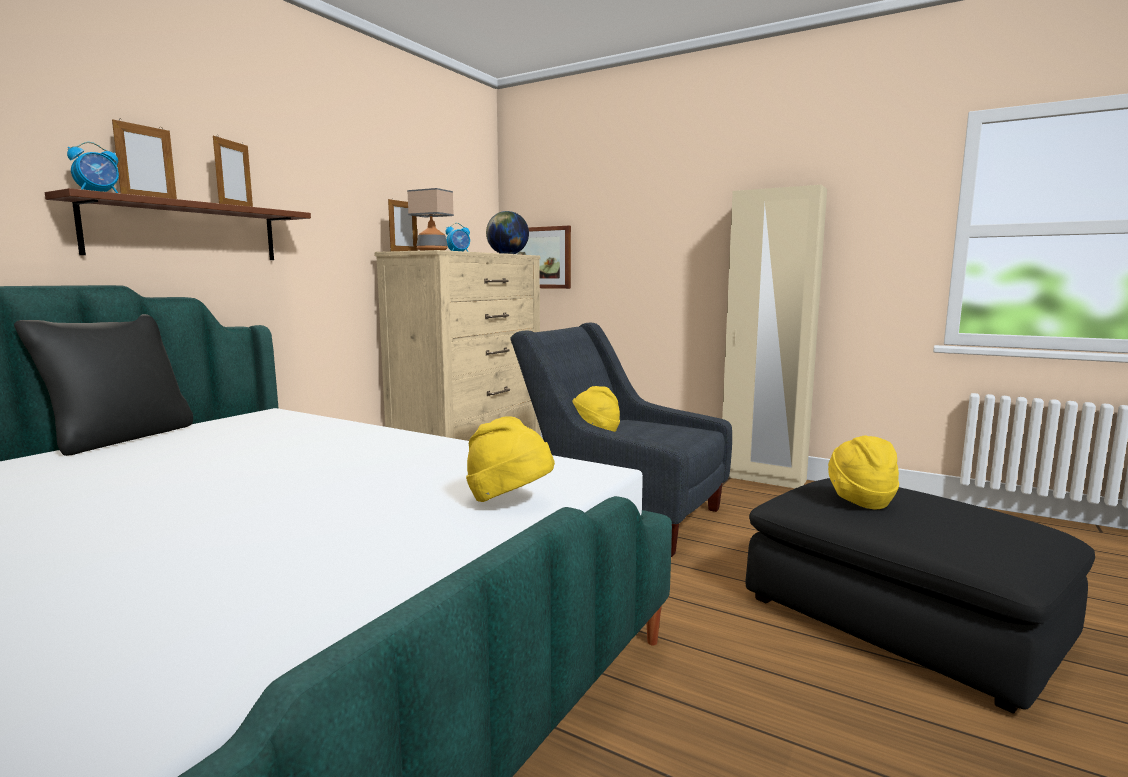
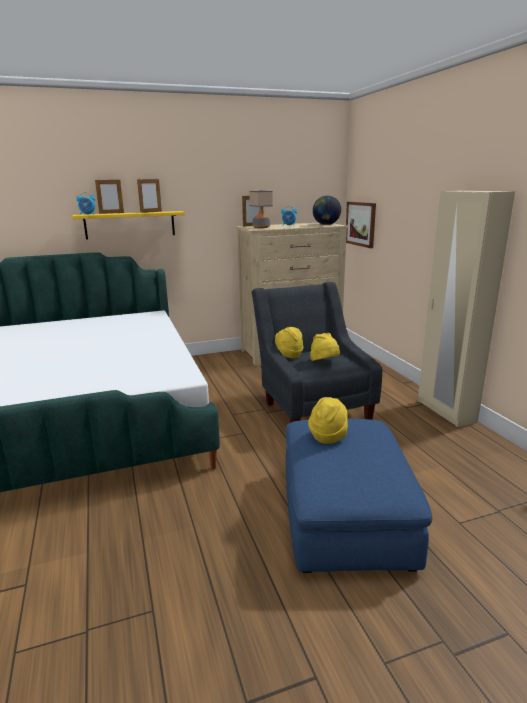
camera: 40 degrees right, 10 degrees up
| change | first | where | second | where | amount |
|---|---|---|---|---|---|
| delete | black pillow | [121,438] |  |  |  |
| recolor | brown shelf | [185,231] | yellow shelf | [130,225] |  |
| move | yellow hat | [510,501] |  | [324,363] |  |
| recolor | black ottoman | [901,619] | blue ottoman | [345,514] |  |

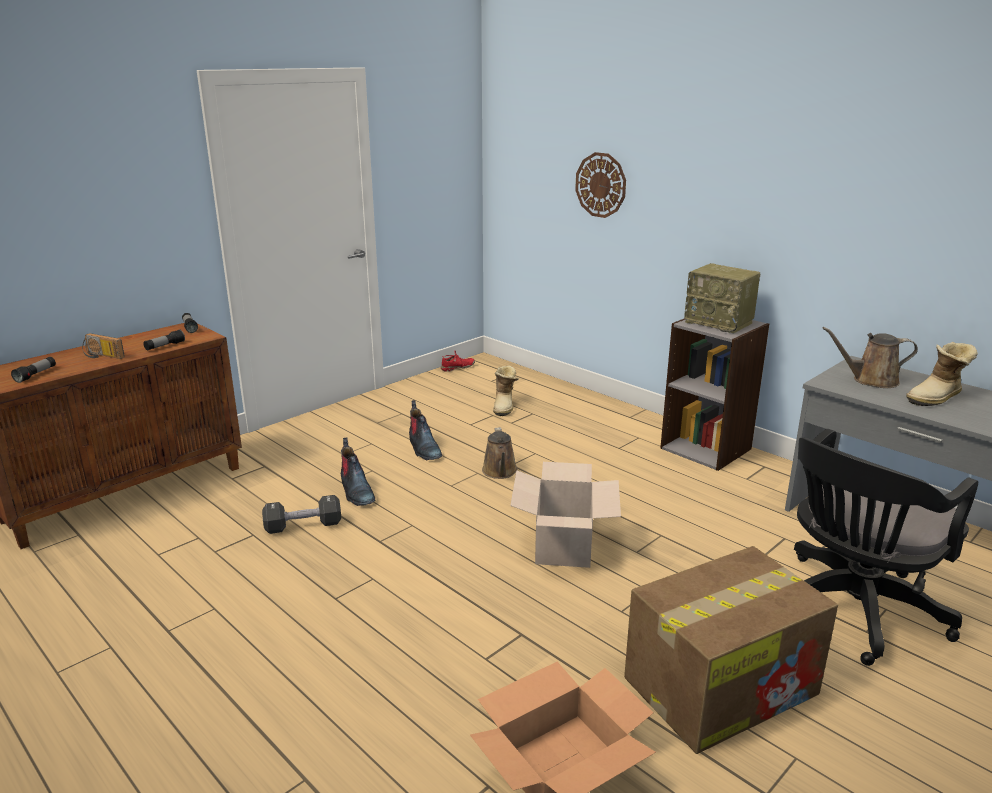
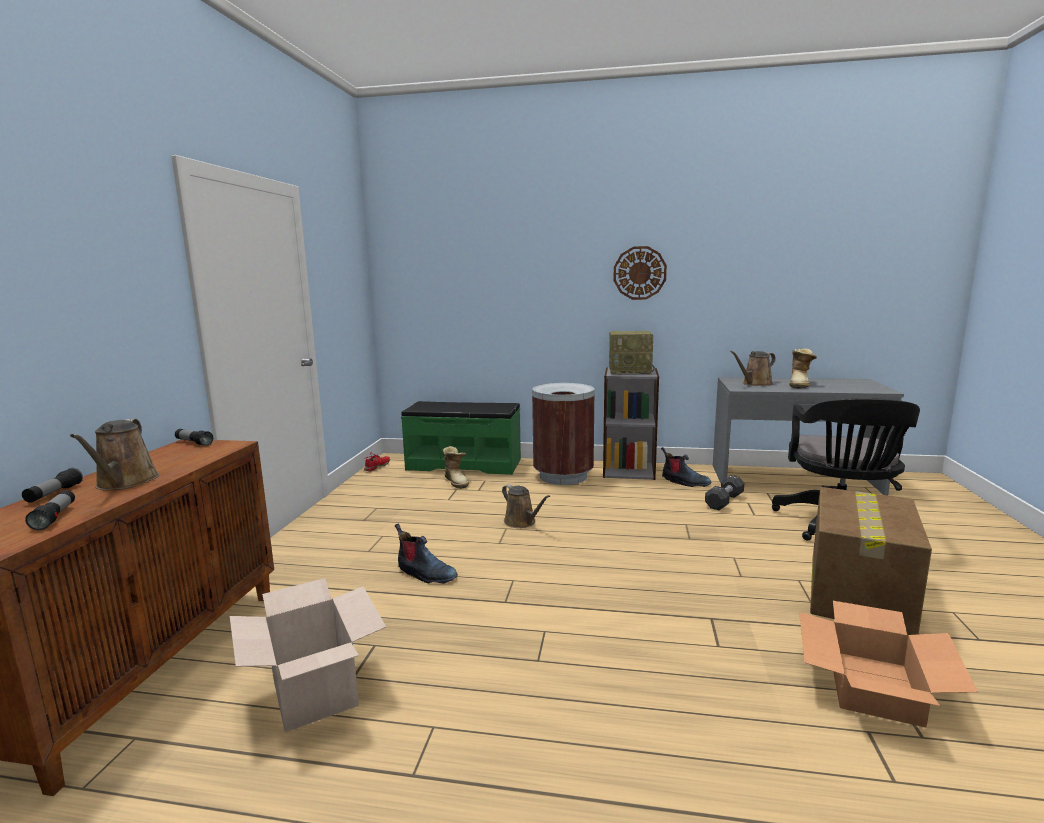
camera: 35 degrees left, 10 degrees down
| change | first | where | second | where | amount |
|---|---|---|---|---|---|
| replace | radio | [101,356] | brown watering can | [125,483] |  |
| move | flashlight | [165,346] |  | [54,494] |  |
| move | black dumbbell | [303,526] |  | [724,501] |  |
| move | boot | [423,449] |  | [684,482] |  |
| move | cardboard box | [562,545] |  | [313,691] |  |
| move | wall clock | [601,185] |  | [639,273] |  |
| insert |  |  | green bench | [464,464] |  |
| insert |  |  | brown trash can | [563,476] |  |

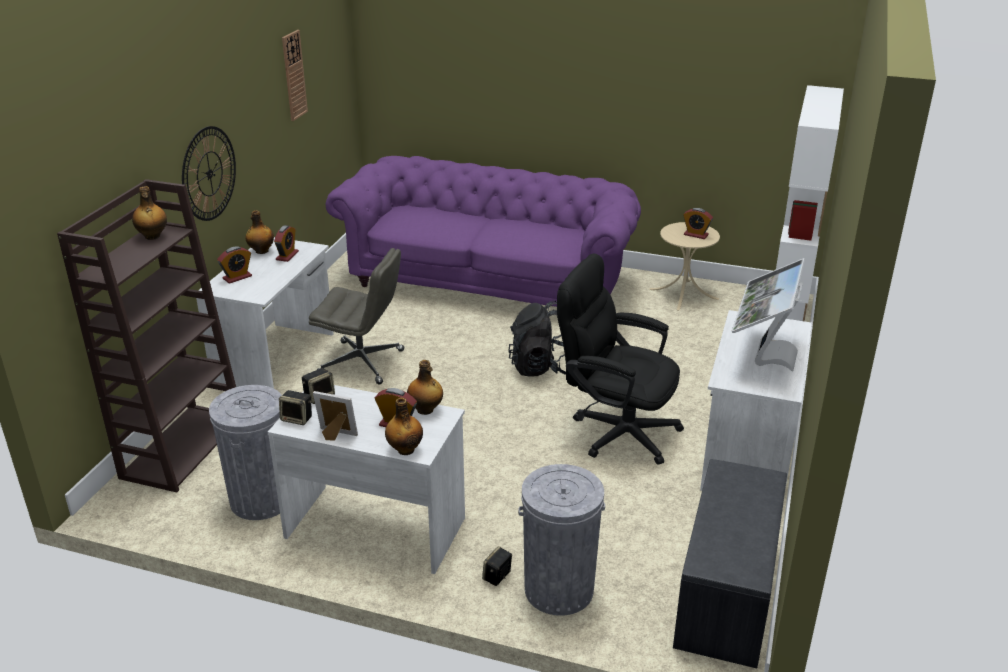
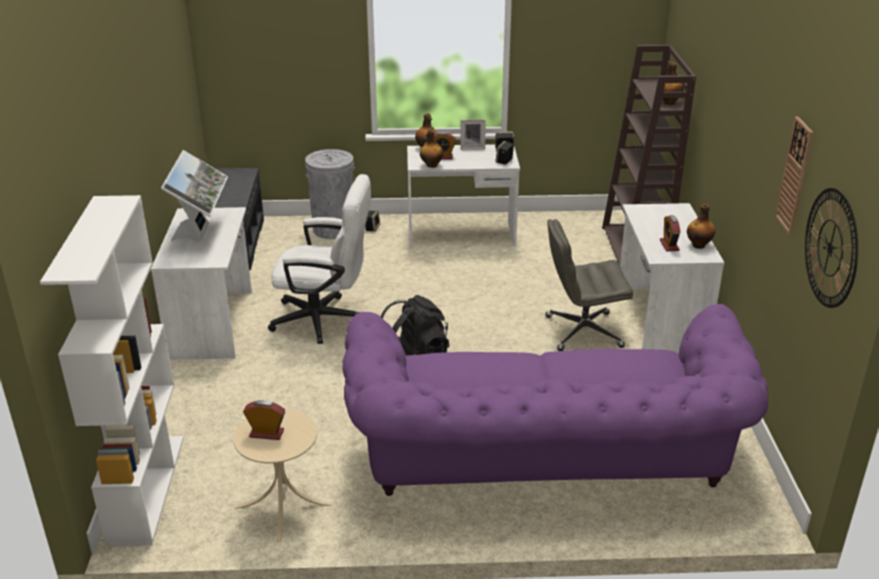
camera: 160 degrees right, 0 degrees up
| change | first | where | second | where | amount |
|---|---|---|---|---|---|
| move | wall clock | [209,173] |  | [830,248] |  |
| delete | grey trash can | [261,499] |  |  |  |
| delete | alarm clock | [237,277] |  |  |  |
| recolor | black office chair | [615,430] | white office chair | [325,320] |  |

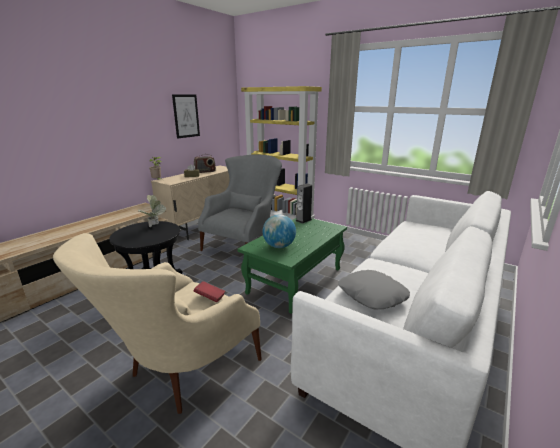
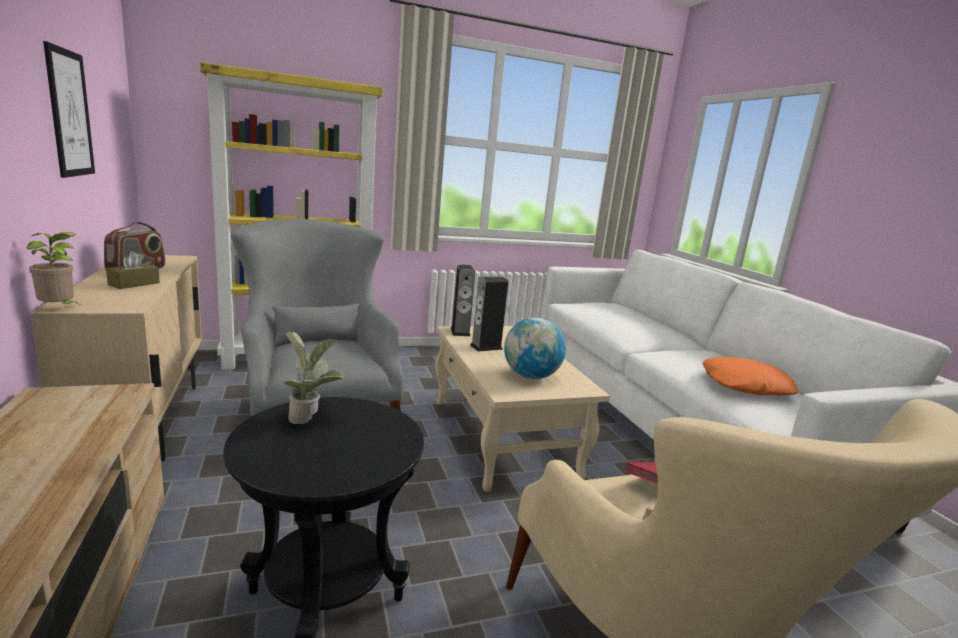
camera: 55 degrees left, 5 degrees down
| change | first | where | second | where | amount |
|---|---|---|---|---|---|
| recolor | green coffee table | [295,281] | beige coffee table | [503,437] |  |
| recolor | grey pillow | [371,295] | orange pillow | [745,385] |  |
| insert |  |  | speaker | [486,347] |  |

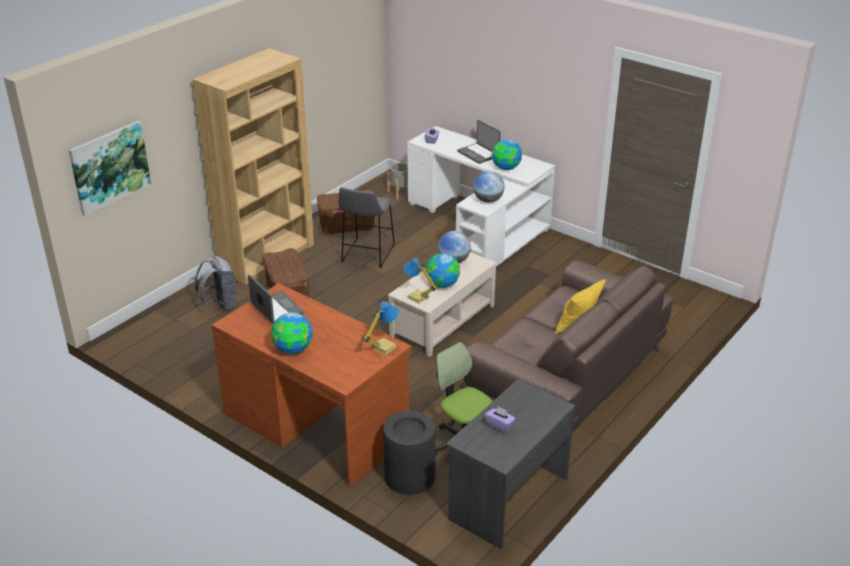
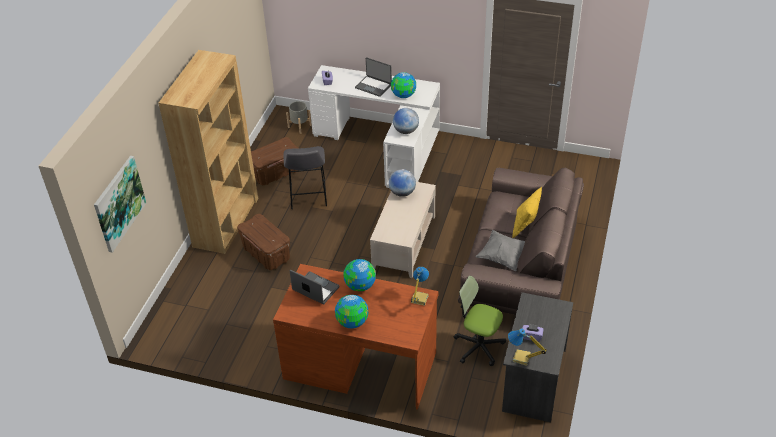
camera: 20 degrees left, 10 degrees up
| change | first | where | second | where | amount |
|---|---|---|---|---|---|
| delete | grey backpack | [220,305] |  |  |  |
| delete | black trash can | [409,476] |  |  |  |
| move | table lamp | [417,298] |  | [521,358] |  |
| move | globe | [442,284] |  | [360,286] |  |
| insert |  |  | grey pillow | [503,257] |  |

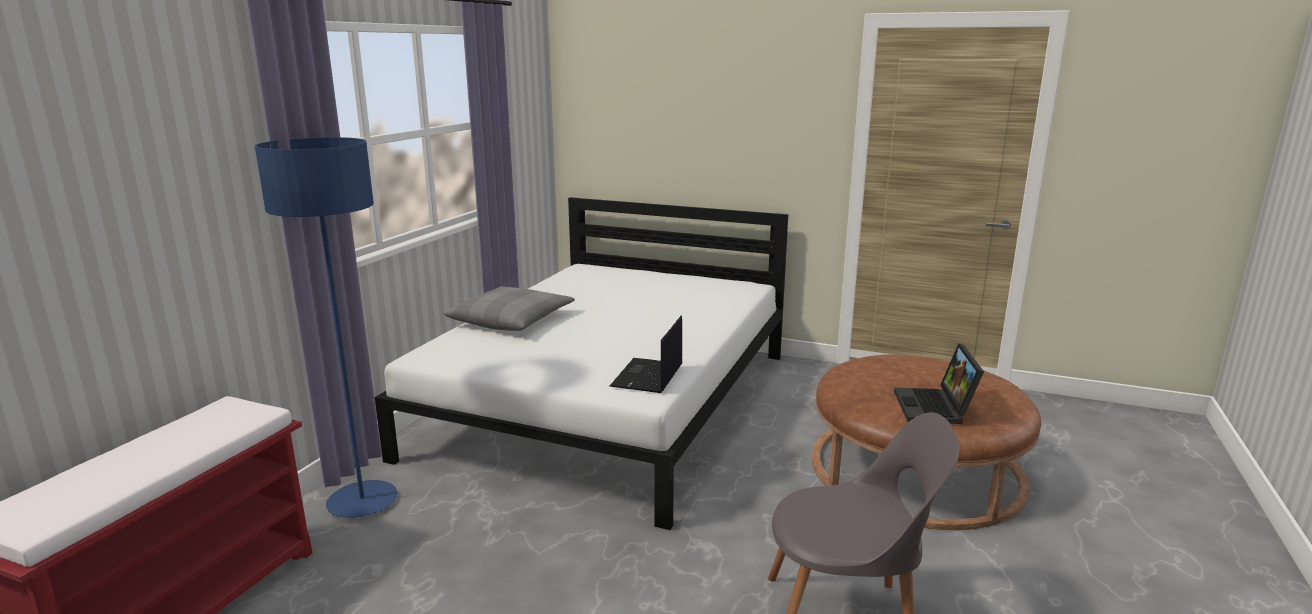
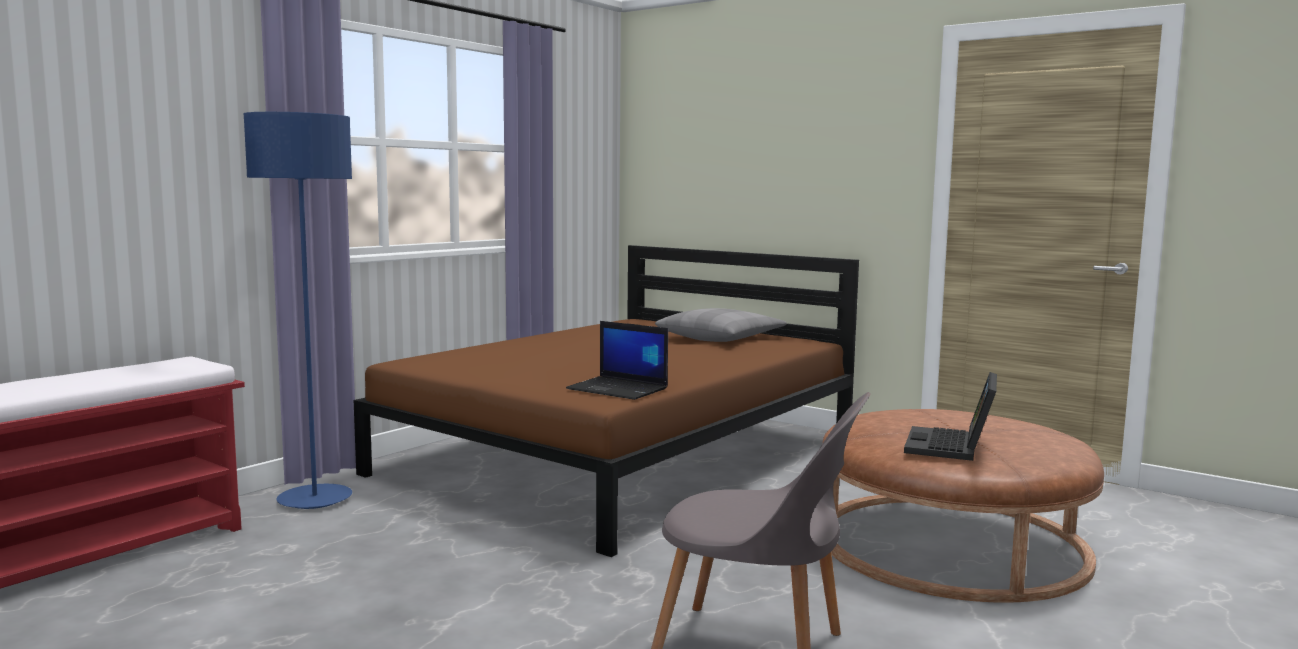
camera: 15 degrees right, 10 degrees down
| change | first | where | second | where | amount |
|---|---|---|---|---|---|
| recolor | white bed | [611,402] | brown bed | [624,454] |  |
| move | grey pillow | [511,320] |  | [720,338] |  |
| rotate | laptop | [648,376] |  | [619,389] | 90 degrees counterclockwise |

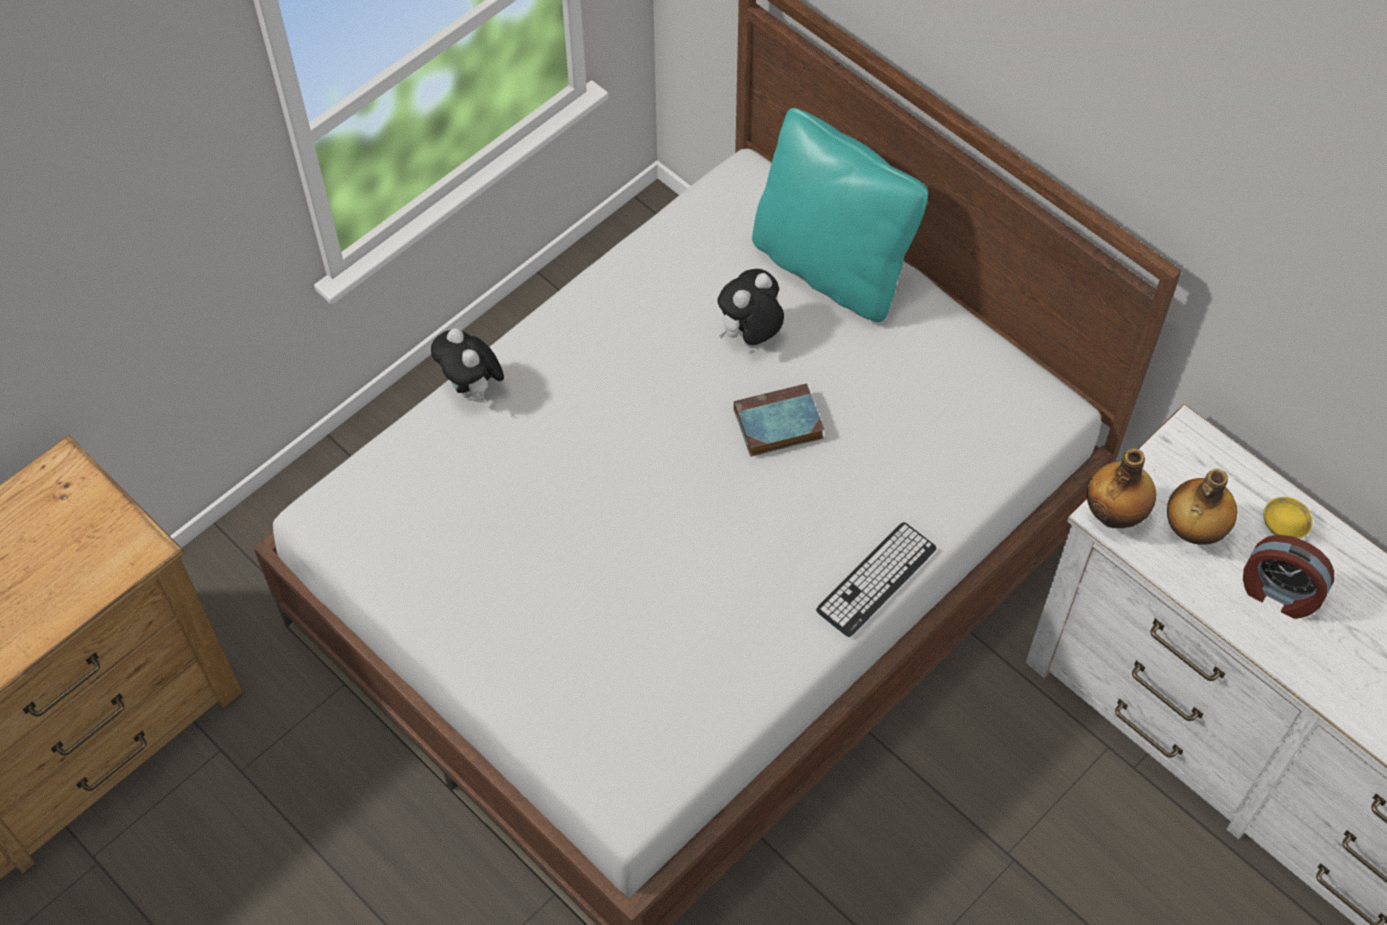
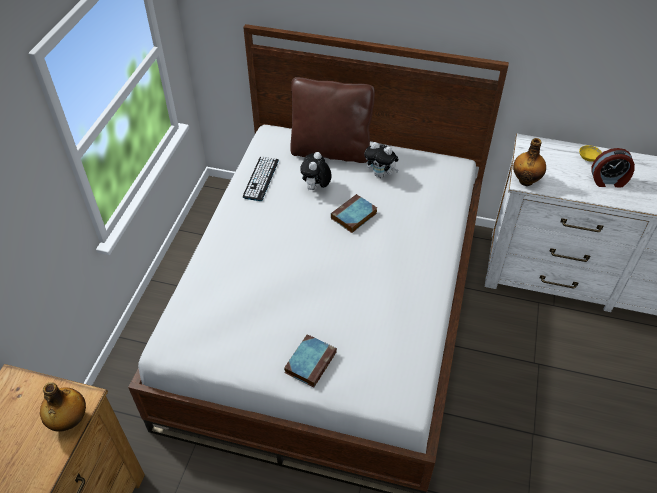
camera: 30 degrees left, 10 degrees down
| change | first | where | second | where | amount |
|---|---|---|---|---|---|
| move | plush toy | [473,390] |  | [381,175] |  |
| recolor | turquoise pillow | [831,266] | brown pillow | [331,151] |  |
| move | keyboard | [876,579] |  | [261,179] |  |
| move | bottle | [1192,530] |  | [69,421] |  |
| insert |  |  | book | [310,361] |  |

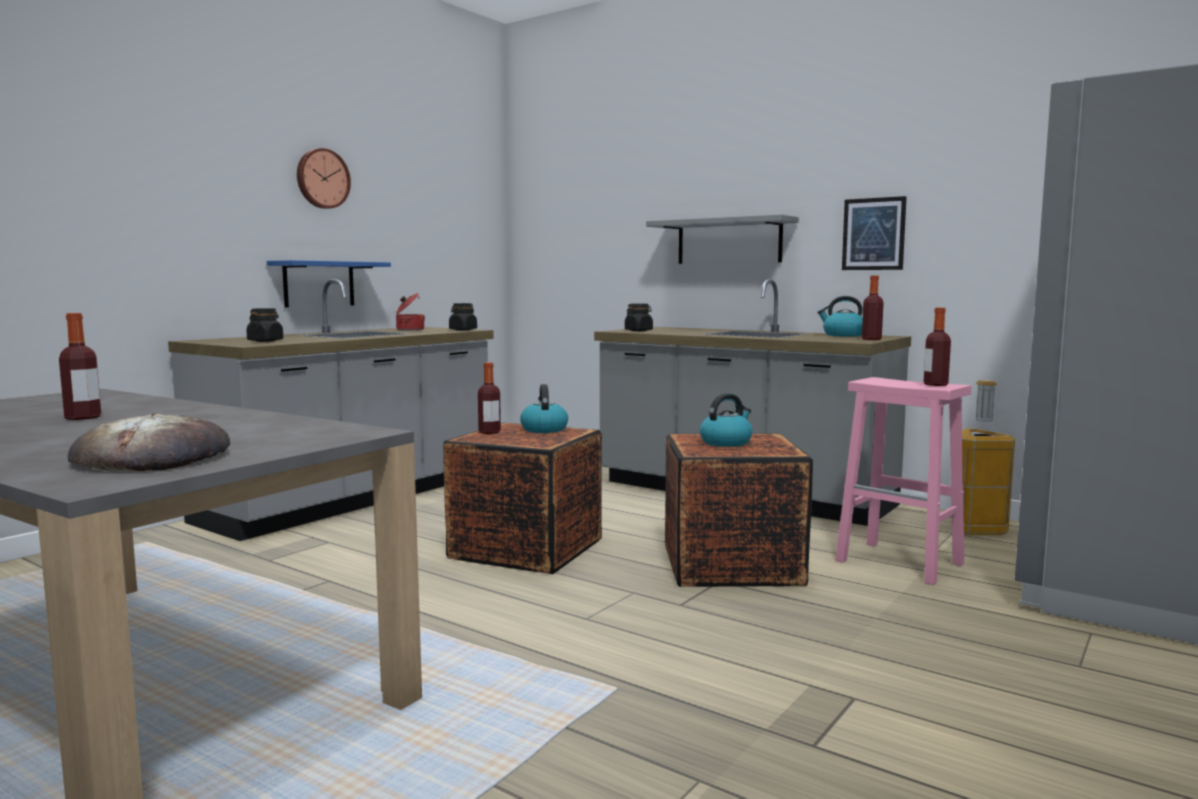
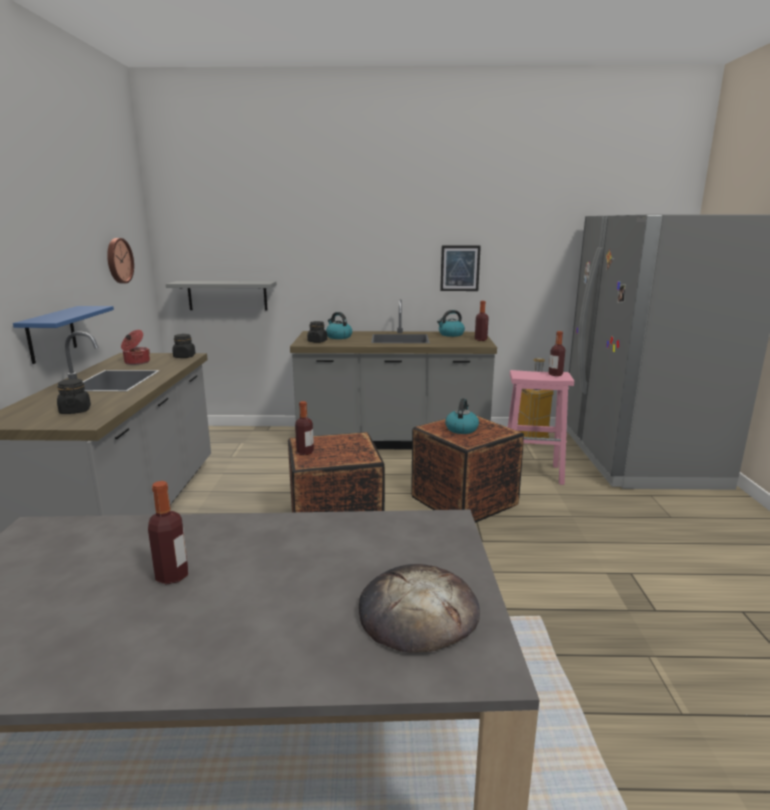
camera: 35 degrees left, 10 degrees up
| change | first | where | second | where | amount |
|---|---|---|---|---|---|
| move | wall clock | [322,179] |  | [118,260] |  |
| move | kettle | [544,429] |  | [338,337] |  |
| move | grey shelf | [729,241] |  | [227,295] |  |

